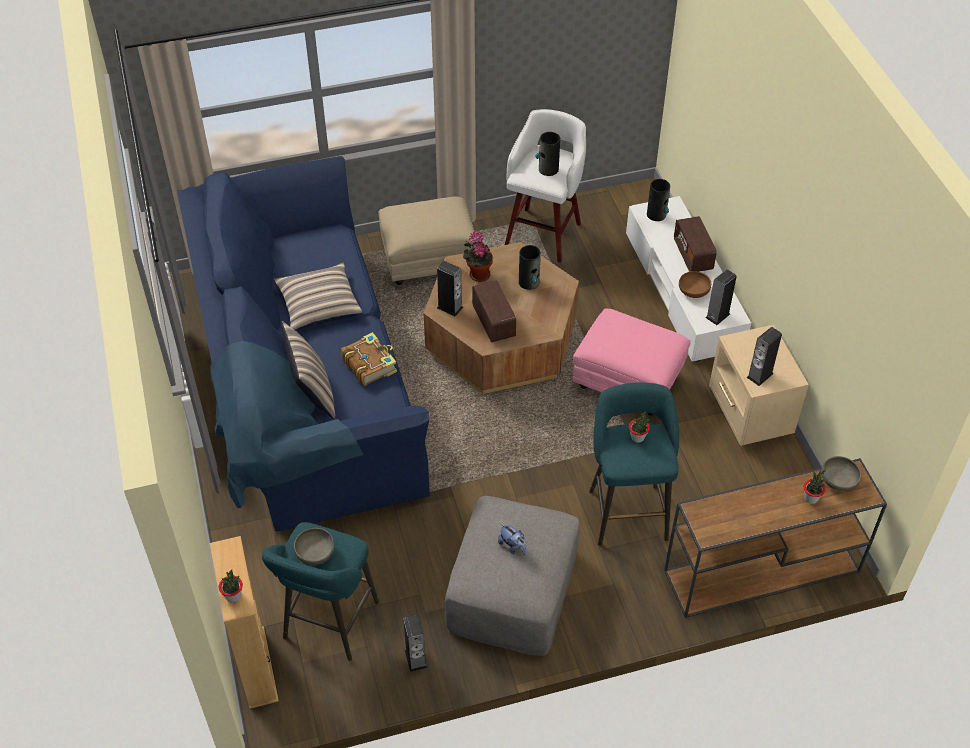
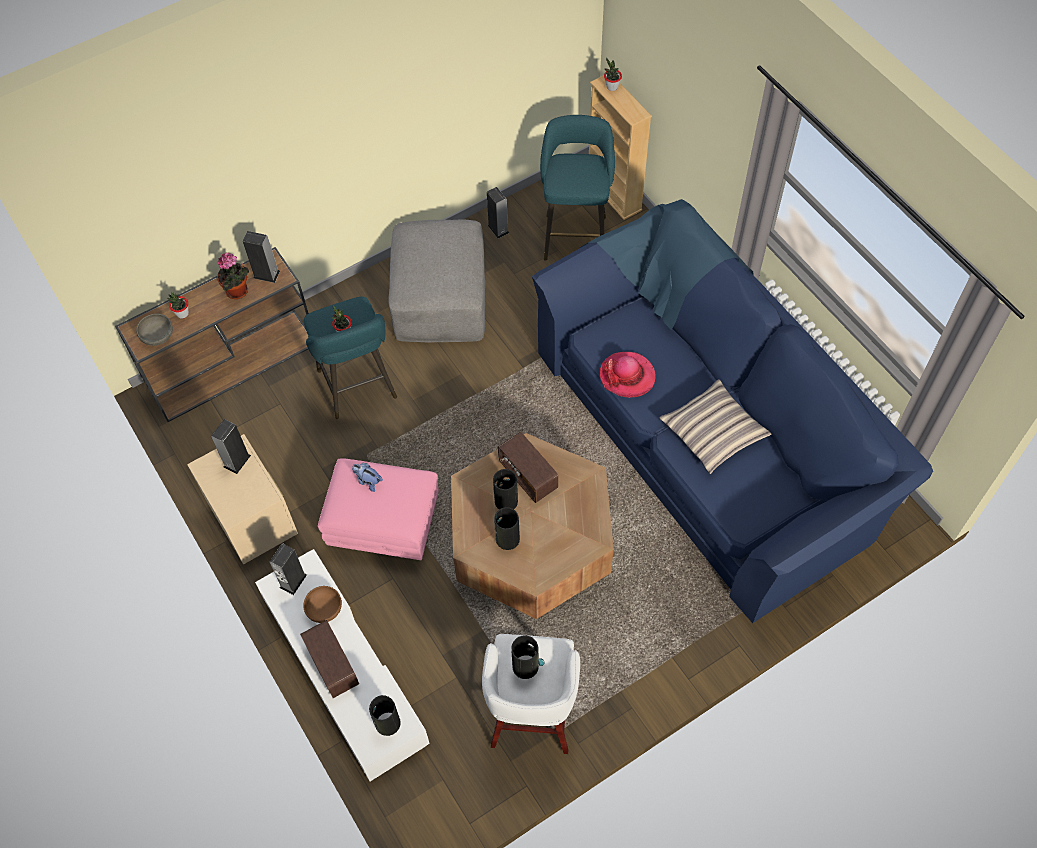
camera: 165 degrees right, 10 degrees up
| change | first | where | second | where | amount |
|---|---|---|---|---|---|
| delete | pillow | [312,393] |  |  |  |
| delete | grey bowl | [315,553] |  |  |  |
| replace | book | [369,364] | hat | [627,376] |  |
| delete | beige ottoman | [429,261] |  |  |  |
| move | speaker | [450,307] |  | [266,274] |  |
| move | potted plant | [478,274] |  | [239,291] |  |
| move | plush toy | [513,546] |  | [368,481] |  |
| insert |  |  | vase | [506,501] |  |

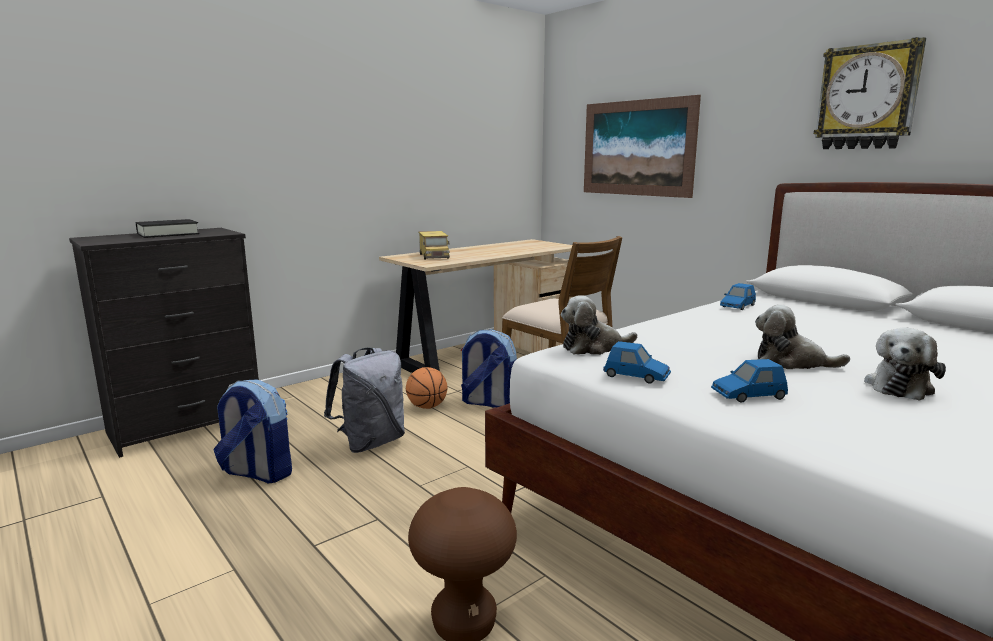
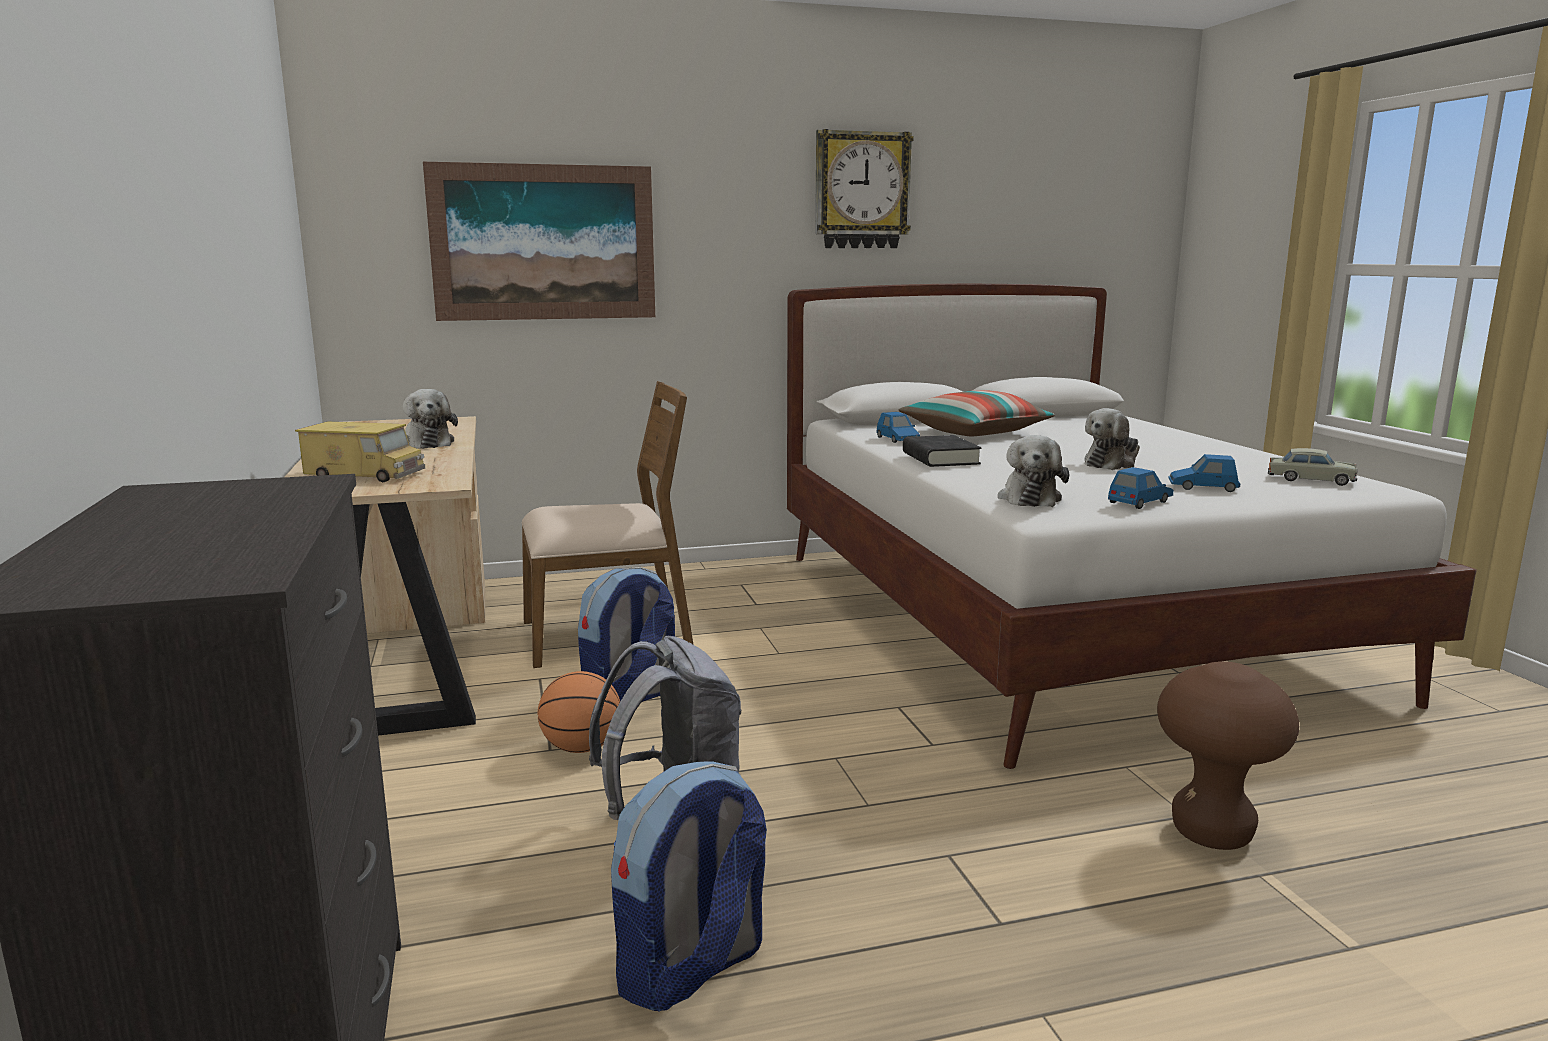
camera: 65 degrees left, 0 degrees up
| change | first | where | second | where | amount |
|---|---|---|---|---|---|
| move | black book | [168,234] |  | [940,458] |  |
| rotate | blue toy car | [748,395] |  | [1203,487] | 90 degrees clockwise |
| move | plush toy | [899,386] |  | [427,443] |  |
| insert |  |  | pillow | [974,432] |  |
| insert |  |  | beige toy car | [1310,480] |  |

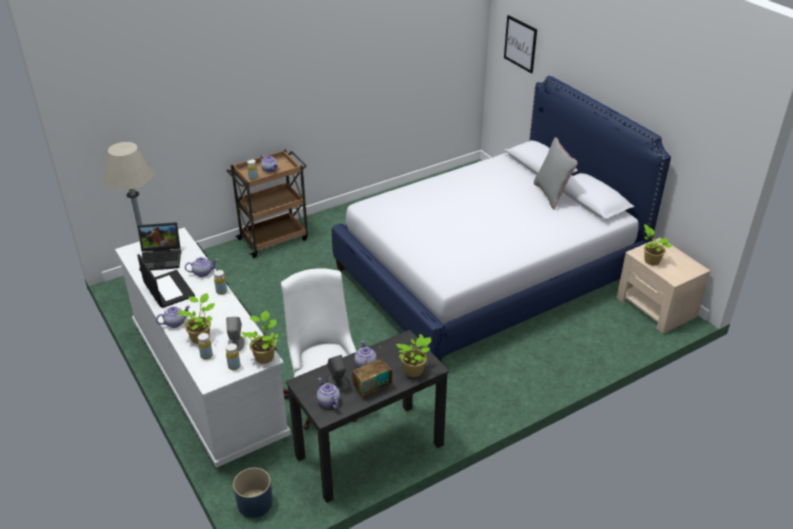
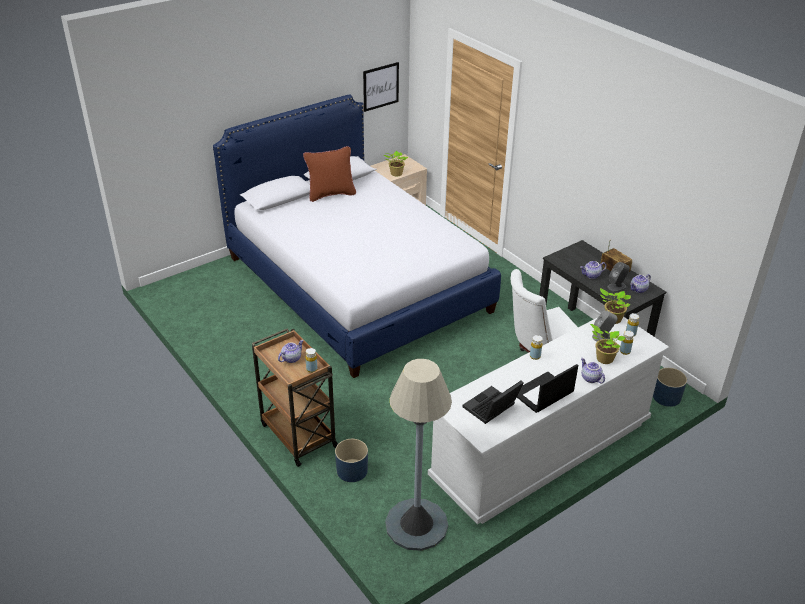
camera: 95 degrees left, 0 degrees up
| change | first | where | second | where | amount |
|---|---|---|---|---|---|
| rotate | laptop | [162,258] |  | [491,408] | 120 degrees counterclockwise |
| delete | teapot | [203,273] |  |  |  |
| delete | potted plant | [414,371] |  |  |  |
| move | picture | [520,44] |  | [380,86] |  |
| recolor | grey pillow | [551,195] | brown pillow | [331,194] |  |
| insert |  |  | blue planter | [351,470] |  |

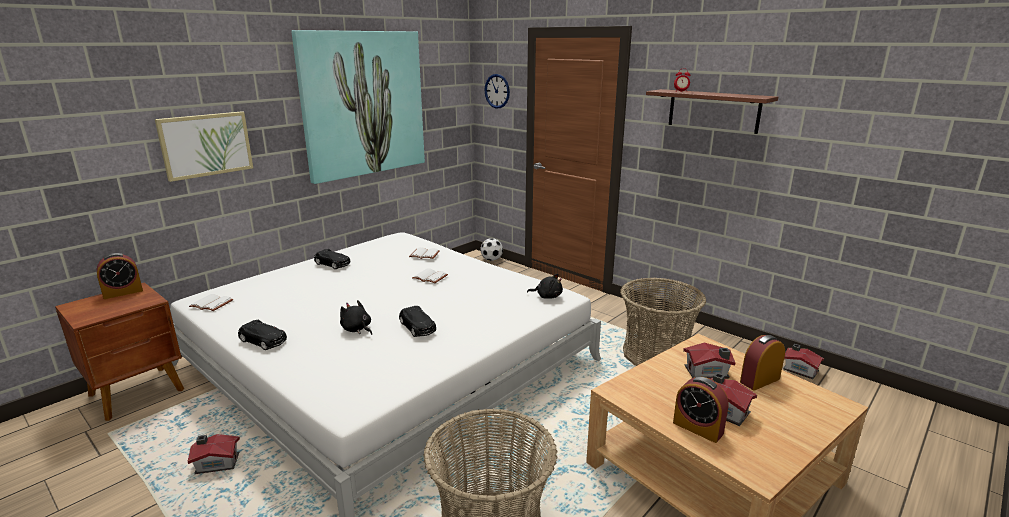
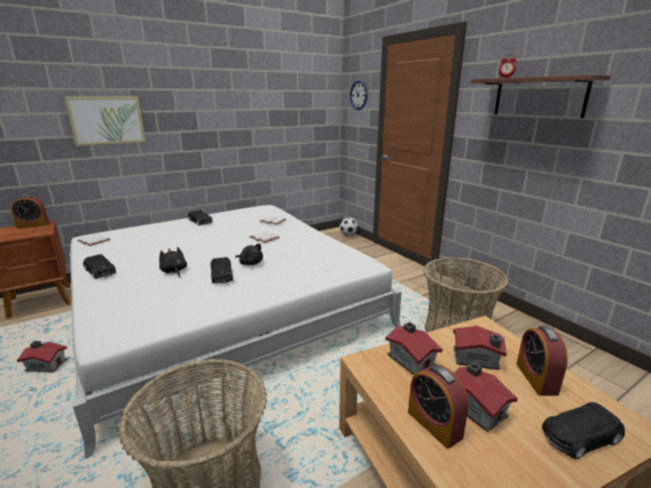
camera: 15 degrees right, 0 degrees up
| change | first | where | second | where | amount |
|---|---|---|---|---|---|
| delete | picture | [363,104] |  |  |  |
| move | black plush toy | [547,296] |  | [250,263] |  |
| rotate | alarm clock | [759,380] |  | [536,378] | 75 degrees counterclockwise |
| move | toy house | [800,369] |  | [411,359] |  |
| insert |  |  | black toy car | [579,437] |  |

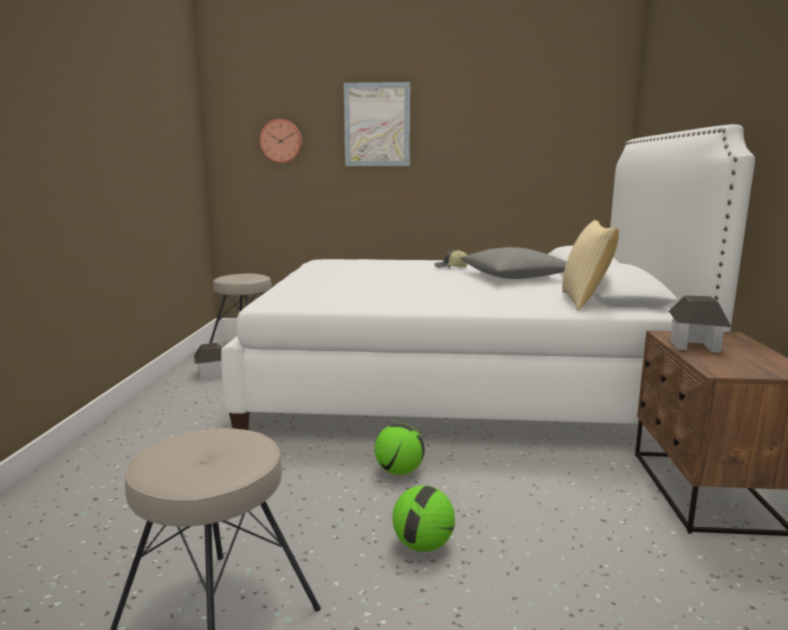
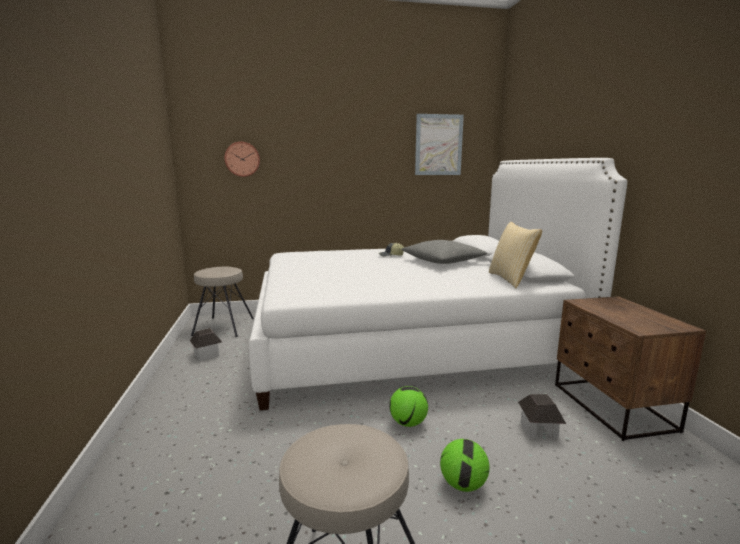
camera: 15 degrees left, 0 degrees up
| change | first | where | second | where | amount |
|---|---|---|---|---|---|
| move | picture | [377,125] |  | [438,145] |  |
| move | toy house | [694,345] |  | [538,430] |  |

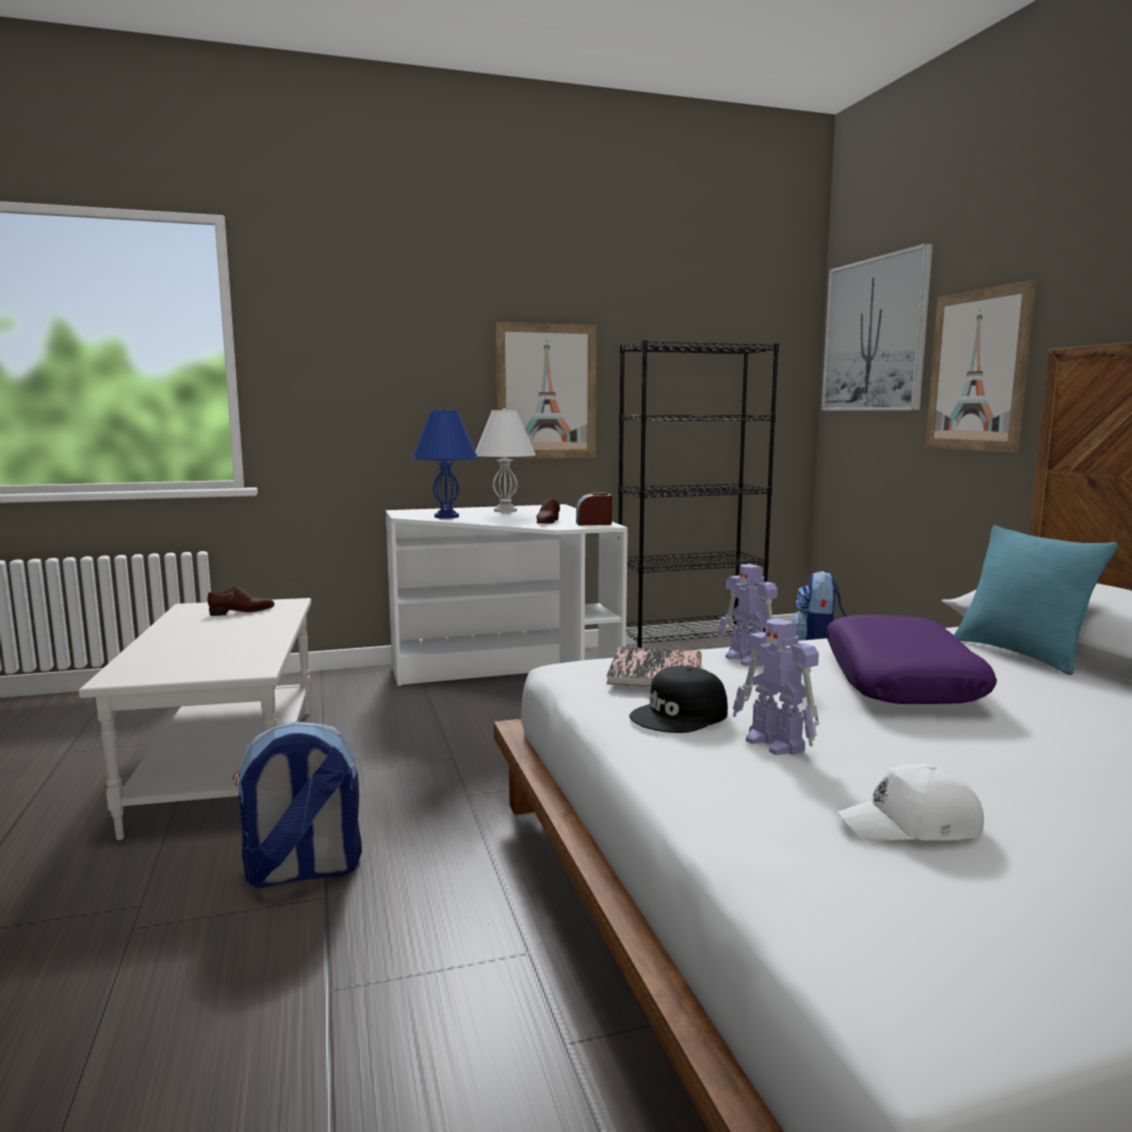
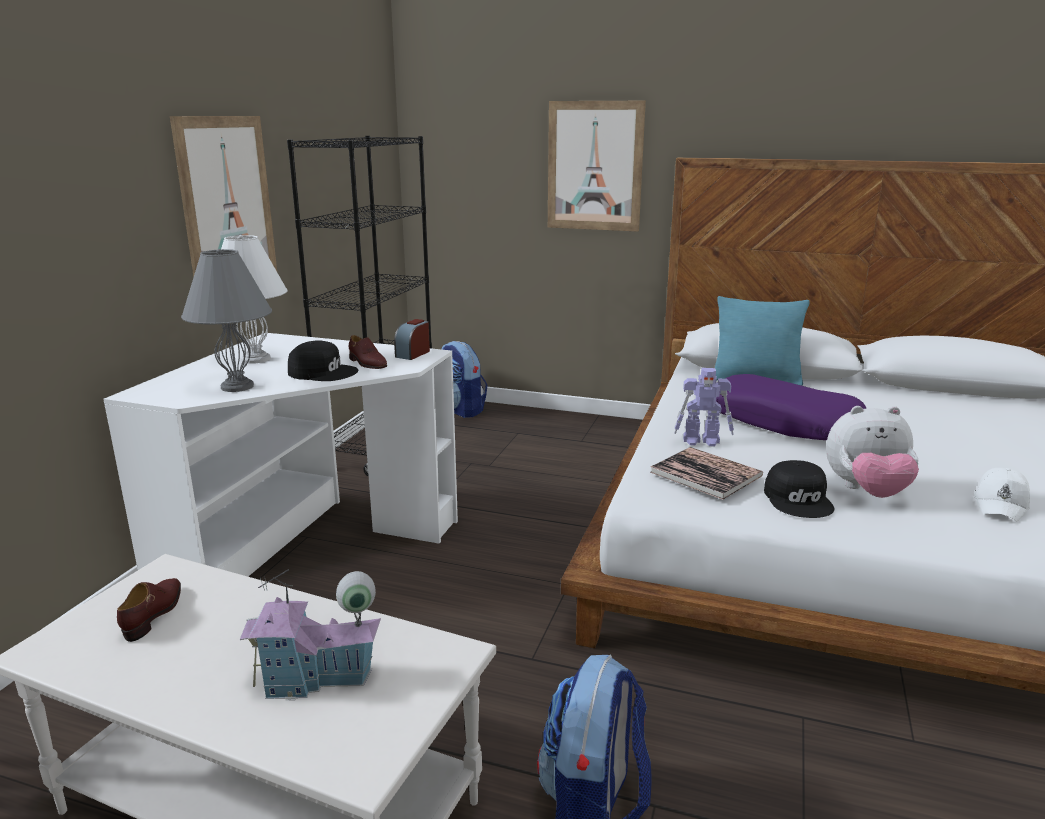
camera: 55 degrees left, 10 degrees up
| change | first | where | second | where | amount |
|---|---|---|---|---|---|
| recolor | blue table lamp | [447,516] | grey table lamp | [237,386] |  |
| replace | toy robot | [776,744] | plush toy | [866,491] |  |
| delete | picture | [874,335] |  |  |  |
| insert |  |  | toy house | [316,679] |  |
| insert |  |  | black cap | [323,372] |  |

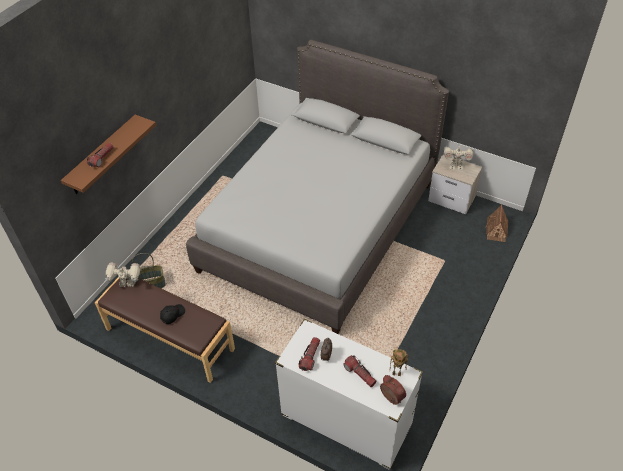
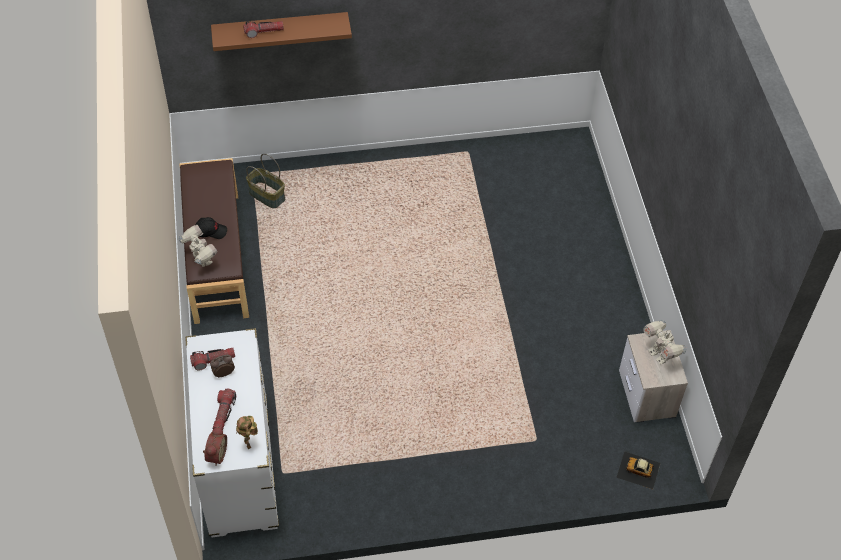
camera: 50 degrees right, 5 degrees up
| change | first | where | second | where | amount |
|---|---|---|---|---|---|
| move | toy robot | [127,285] |  | [201,260] |  |
| delete | grey bed | [320,226] |  |  |  |
| replace | toy house | [496,230] | toy car | [638,470] |  |

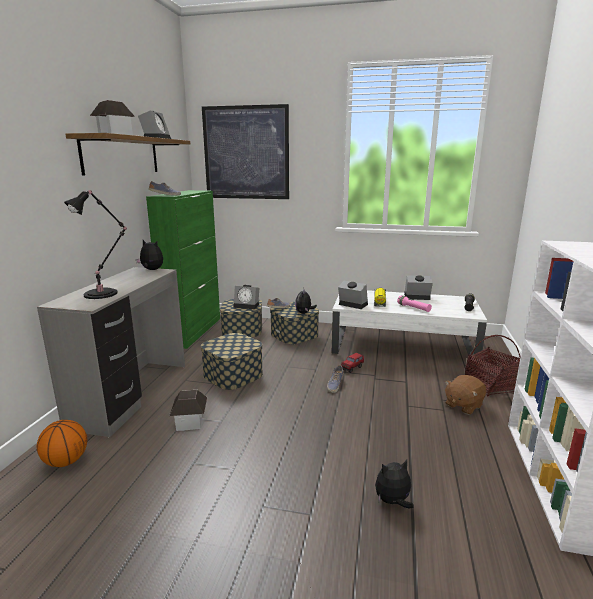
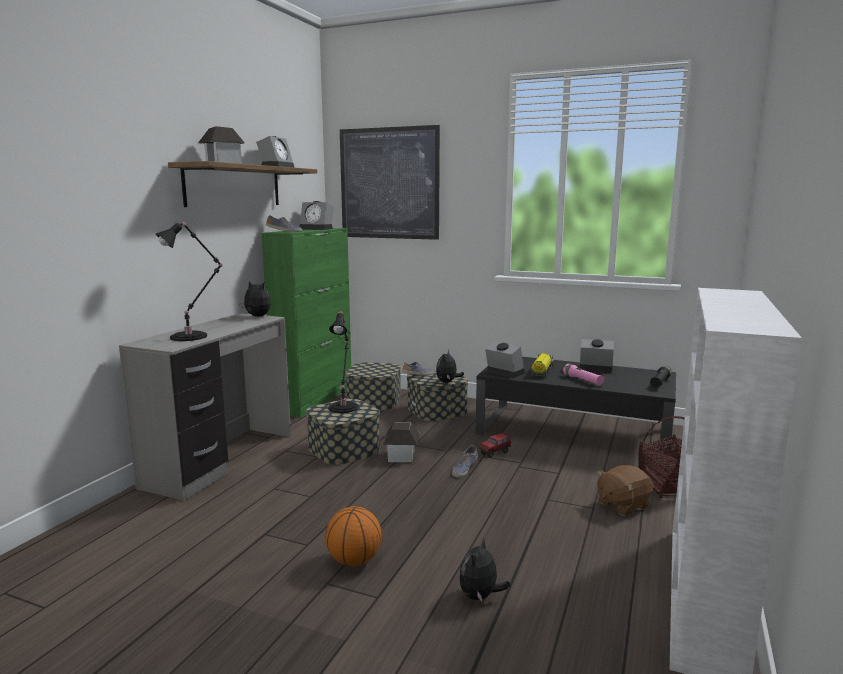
camera: 10 degrees right, 5 degrees down
| change | first | where | second | where | amount |
|---|---|---|---|---|---|
| move | basketball | [66,461] |  | [354,560] |  |
| move | toy house | [190,422] |  | [401,456] |  |
| move | alarm clock | [247,305] |  | [317,229] |  |
| recolor | white coffee table | [401,345] | black coffee table | [572,431] |  |
| rotate | plush toy | [392,502] |  | [480,596] | 60 degrees counterclockwise |
| insert |  |  | black table lamp | [344,407] |  |

